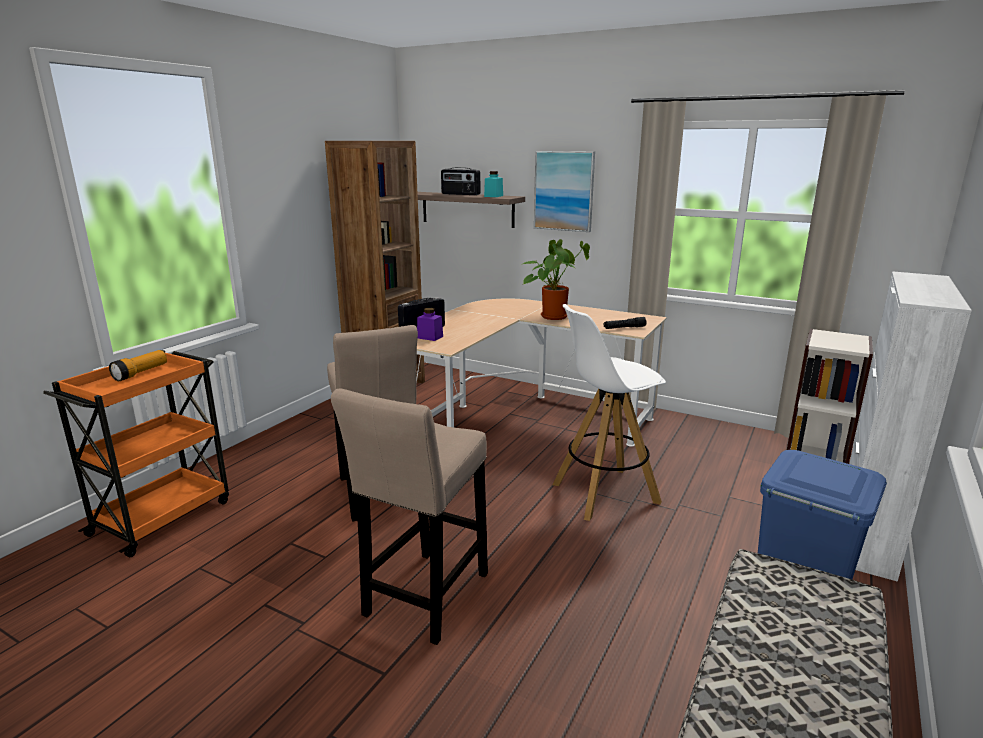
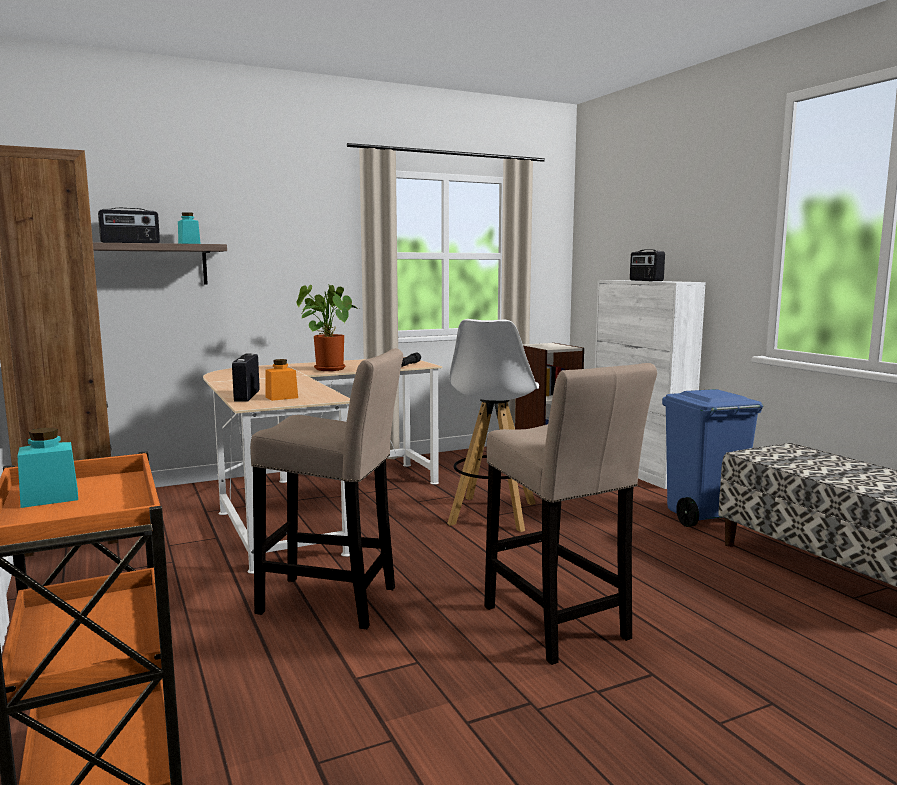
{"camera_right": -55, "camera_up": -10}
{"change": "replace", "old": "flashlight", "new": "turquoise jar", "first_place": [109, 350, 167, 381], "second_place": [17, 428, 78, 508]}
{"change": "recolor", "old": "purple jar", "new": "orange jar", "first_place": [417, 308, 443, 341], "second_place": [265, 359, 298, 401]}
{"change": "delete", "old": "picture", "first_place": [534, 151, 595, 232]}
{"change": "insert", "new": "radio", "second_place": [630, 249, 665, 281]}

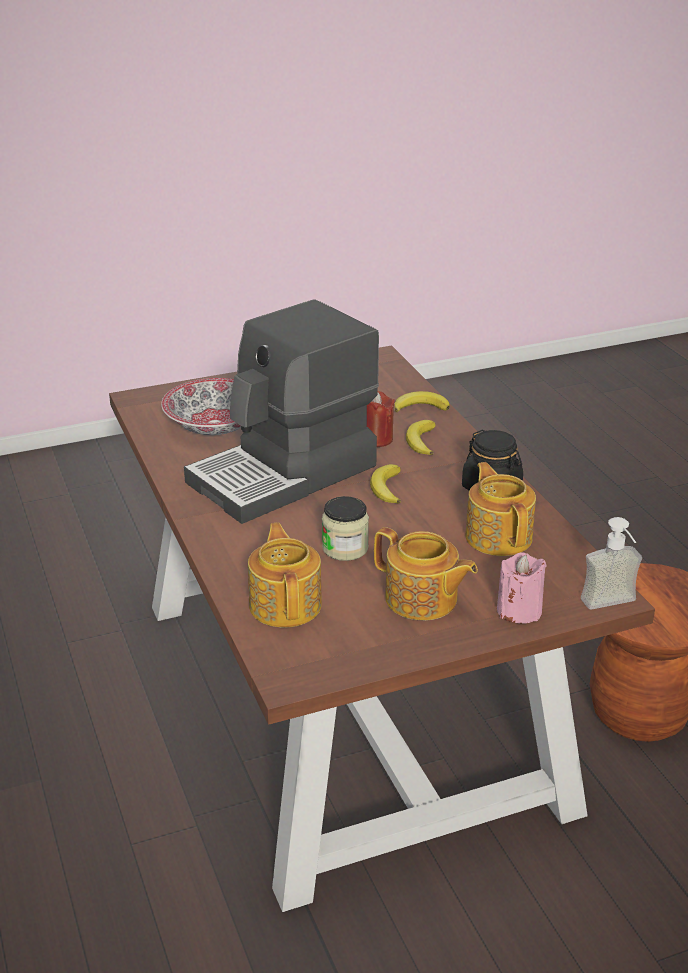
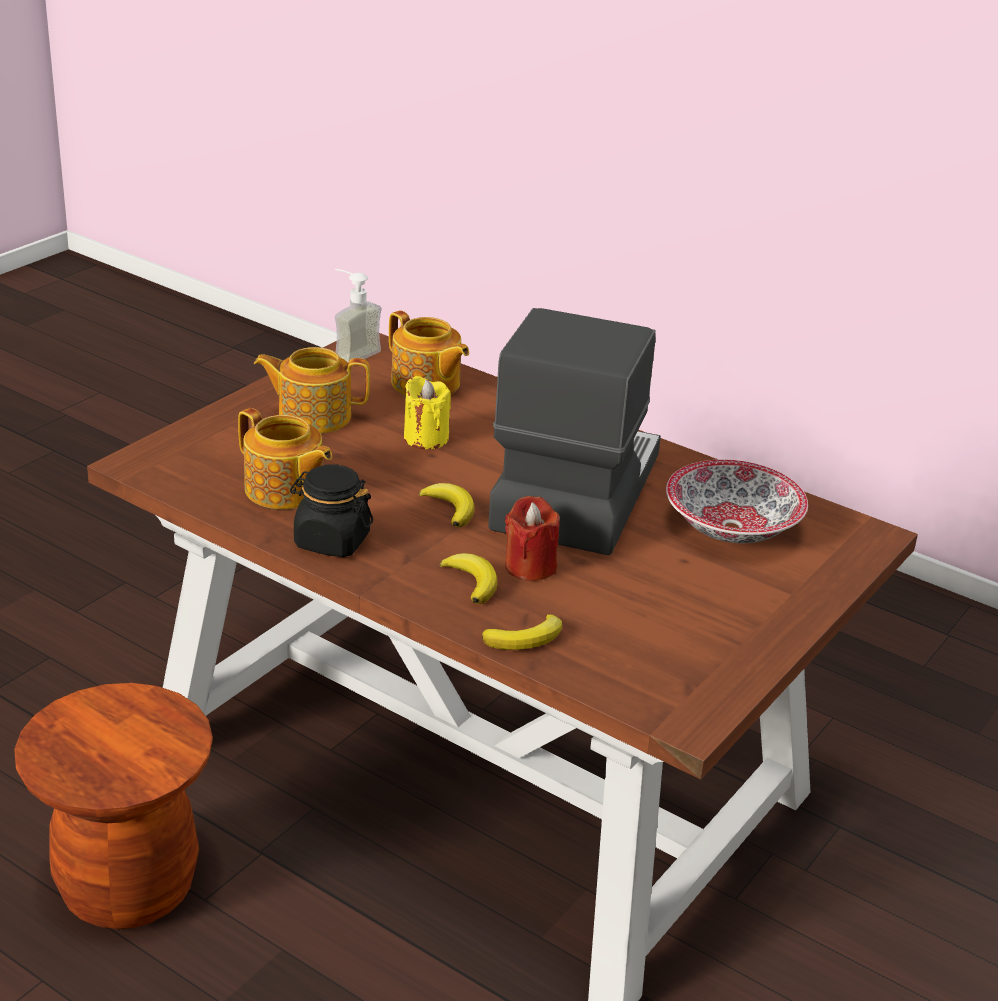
{"camera_right": 145, "camera_up": 0}
{"change": "replace", "old": "jar", "new": "yellow candle", "first_place": [322, 496, 369, 561], "second_place": [404, 376, 451, 449]}
{"change": "delete", "old": "pink candle", "first_place": [497, 552, 547, 624]}
{"change": "move", "old": "soap dispenser", "first_place": [581, 517, 642, 610], "second_place": [335, 269, 382, 362]}

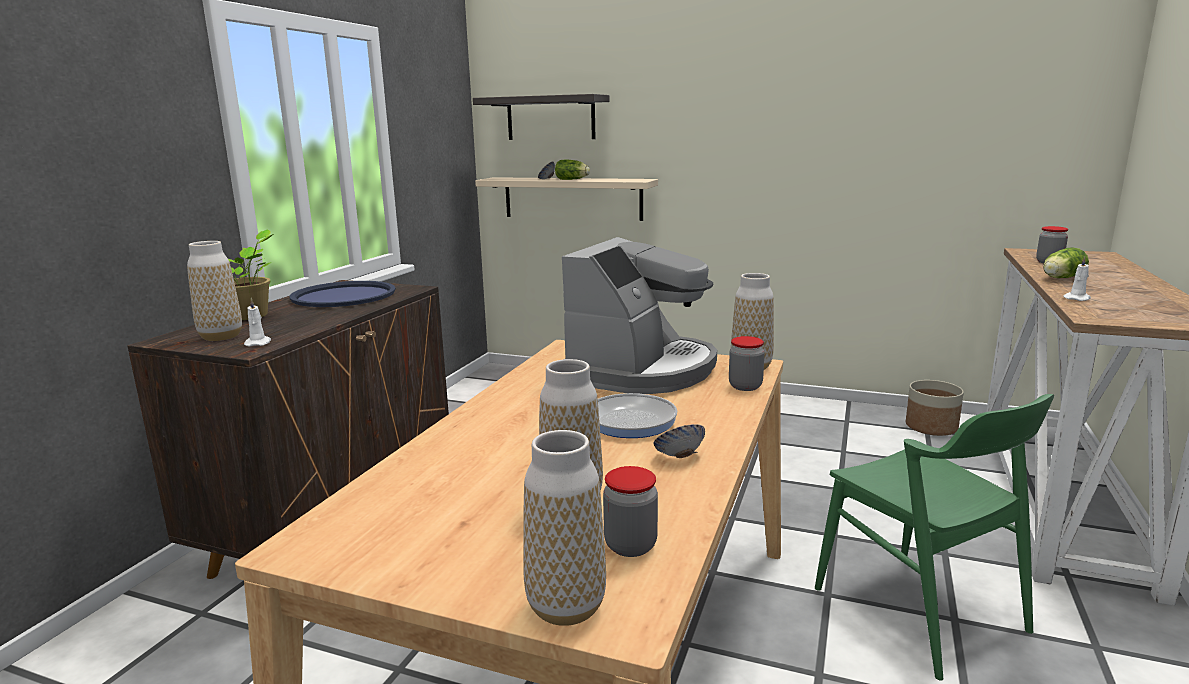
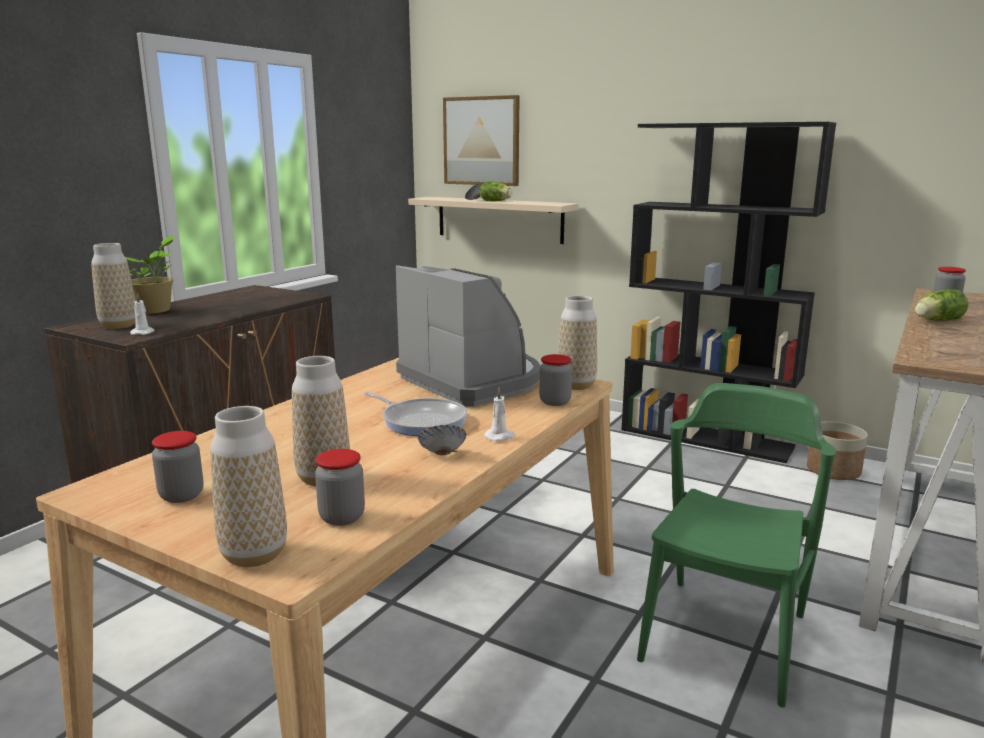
{"camera_right": 10, "camera_up": 0}
{"change": "delete", "old": "blue tray", "first_place": [290, 281, 396, 307]}
{"change": "replace", "old": "shelf", "new": "picture", "first_place": [473, 94, 610, 140], "second_place": [443, 95, 520, 186]}
{"change": "rotate", "old": "coffee machine", "first_place": [562, 237, 717, 394], "second_place": [396, 265, 541, 407], "degrees": -75}
{"change": "rotate", "old": "green chair", "first_place": [815, 394, 1054, 681], "second_place": [637, 383, 836, 708], "degrees": -135}
{"change": "move", "old": "white candle", "first_place": [1063, 256, 1091, 301], "second_place": [484, 388, 515, 441]}
{"change": "insert", "new": "jar", "second_place": [152, 431, 204, 503]}
{"change": "insert", "new": "black bookcase", "second_place": [621, 122, 836, 463]}

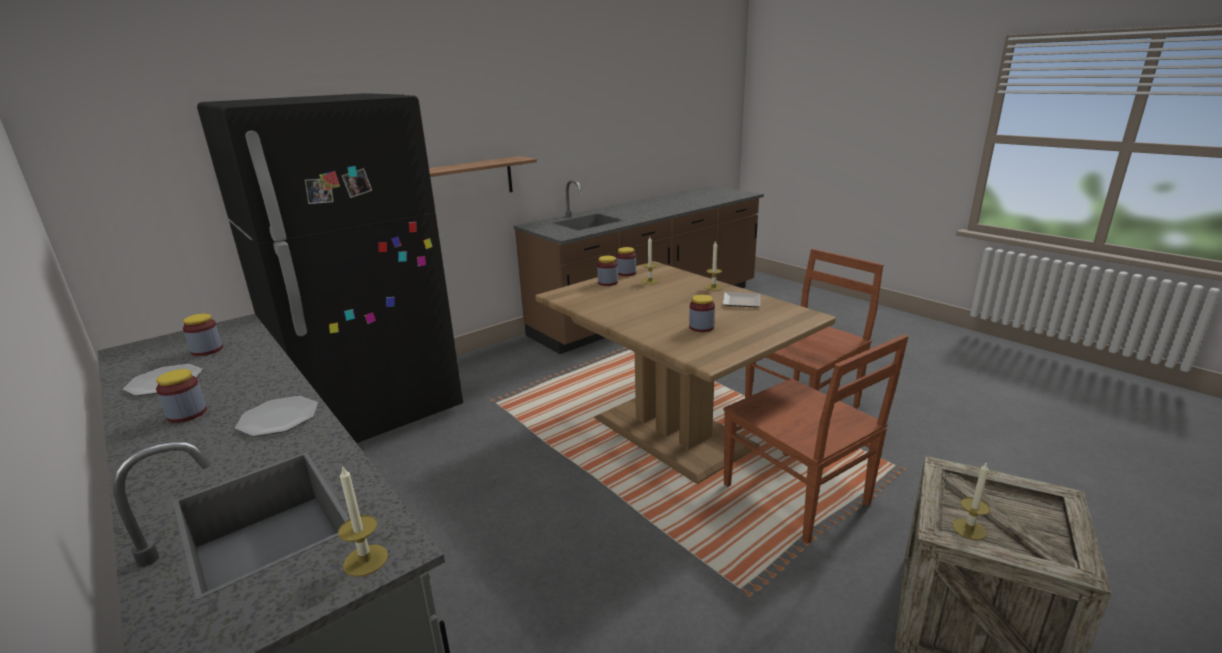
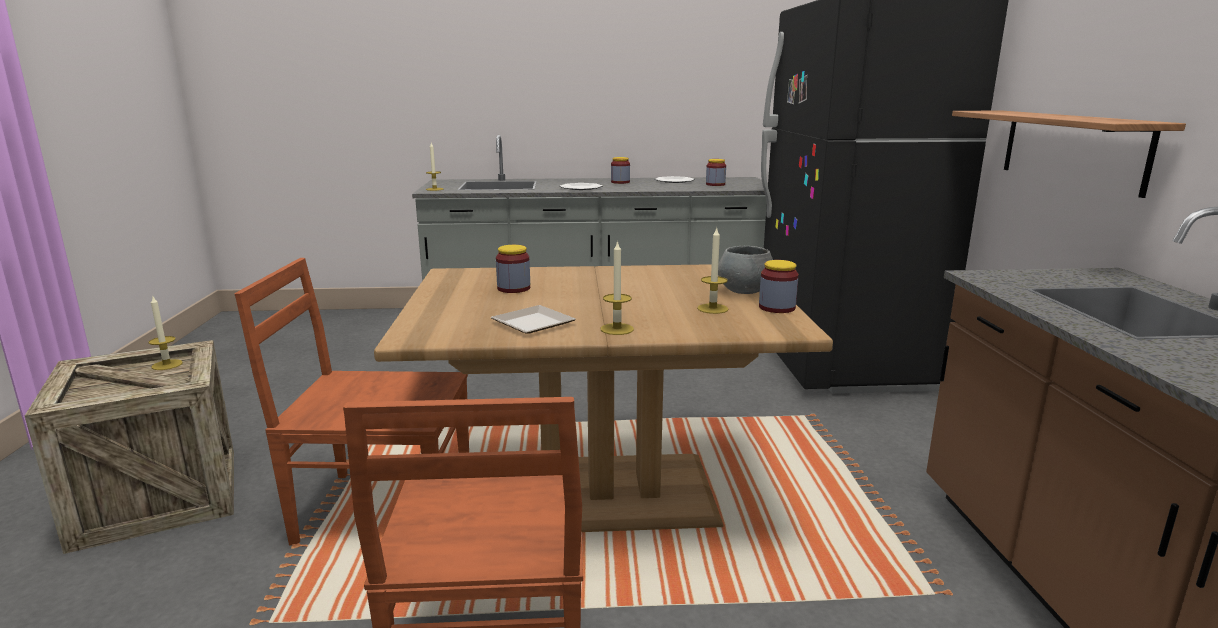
{"camera_right": 125, "camera_up": -5}
{"change": "replace", "old": "jar", "new": "grey bowl", "first_place": [597, 256, 618, 286], "second_place": [718, 246, 773, 294]}

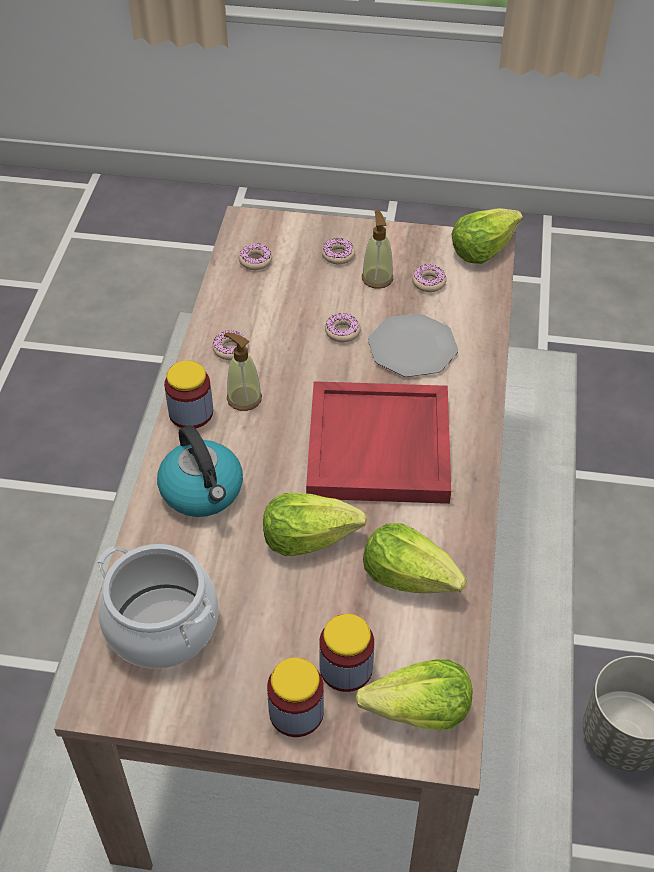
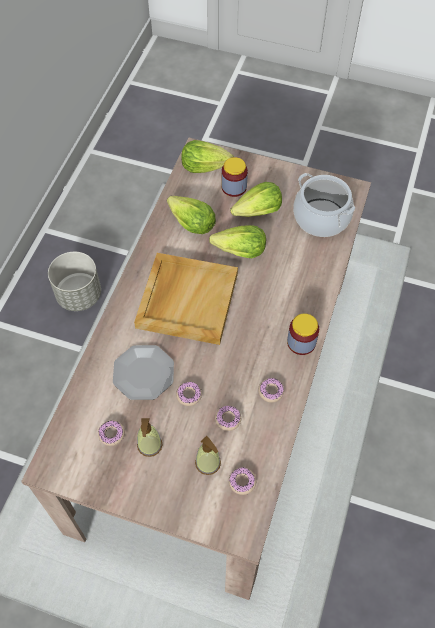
{"camera_right": -170, "camera_up": 10}
{"change": "delete", "old": "kettle", "first_place": [157, 425, 243, 517]}
{"change": "move", "old": "soap dispenser", "first_place": [224, 333, 262, 411], "second_place": [195, 436, 221, 475]}
{"change": "delete", "old": "jar", "first_place": [267, 657, 324, 737]}
{"change": "recolor", "old": "red tray", "new": "beige tray", "first_place": [306, 381, 451, 504], "second_place": [134, 253, 238, 345]}
{"change": "move", "old": "donut", "first_place": [322, 238, 355, 264], "second_place": [215, 406, 241, 431]}
{"change": "move", "old": "lettuce", "first_place": [451, 208, 523, 264], "second_place": [230, 182, 282, 217]}

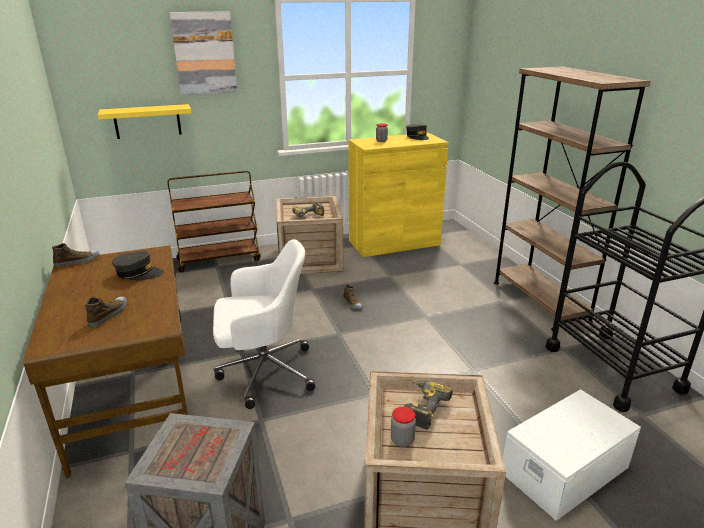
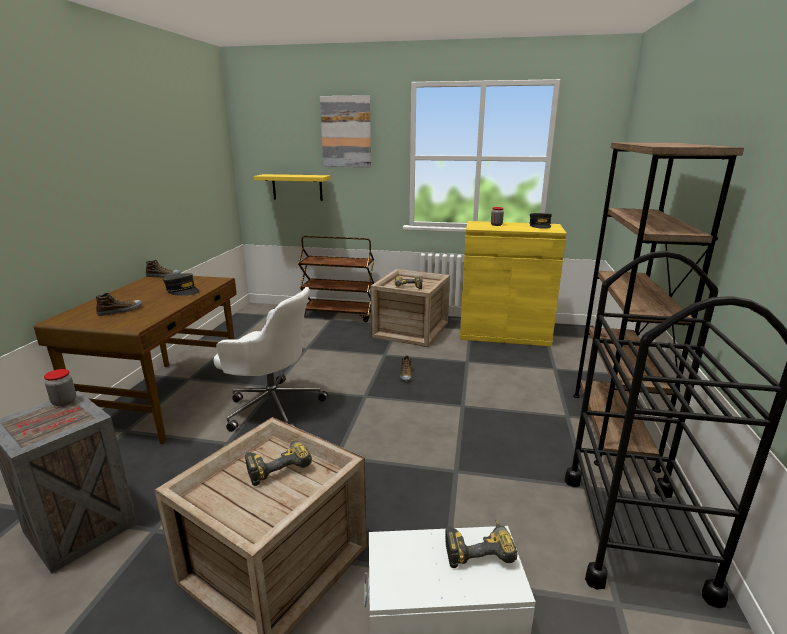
{"camera_right": 30, "camera_up": -5}
{"change": "move", "old": "jar", "first_place": [391, 407, 416, 447], "second_place": [44, 369, 76, 406]}
{"change": "insert", "new": "power drill", "second_place": [445, 519, 518, 568]}

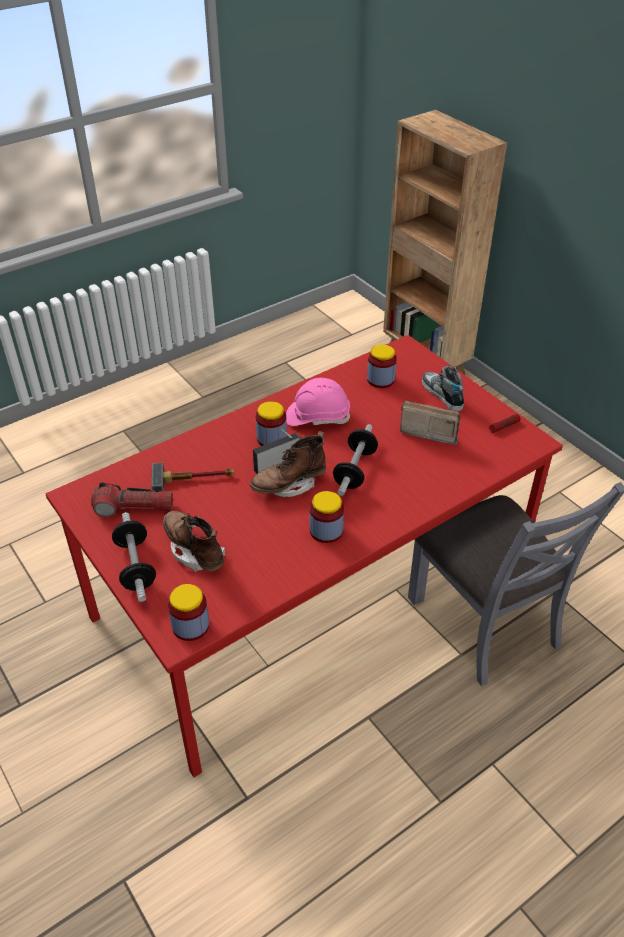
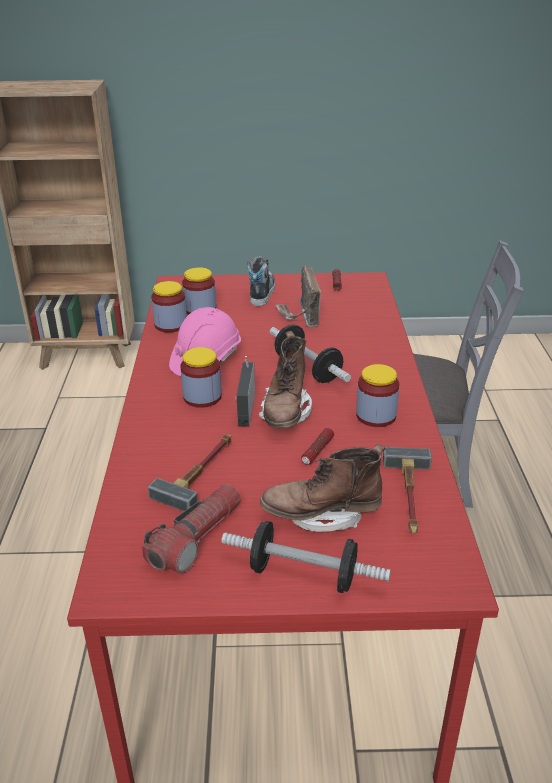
{"camera_right": -55, "camera_up": -10}
{"change": "move", "old": "jar", "first_place": [168, 584, 209, 641], "second_place": [151, 281, 187, 333]}
{"change": "rotate", "old": "radio", "first_place": [400, 401, 460, 445], "second_place": [276, 265, 321, 327], "degrees": -60}
{"change": "rotate", "old": "shoe", "first_place": [422, 366, 464, 412], "second_place": [247, 256, 275, 306], "degrees": 90}
{"change": "insert", "new": "flashlight", "second_place": [301, 428, 334, 465]}
{"change": "insert", "new": "hammer", "second_place": [383, 447, 432, 533]}

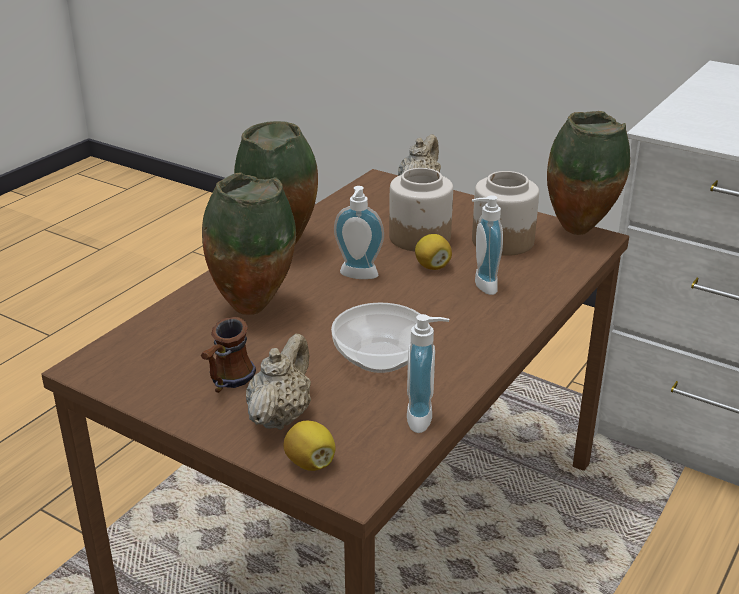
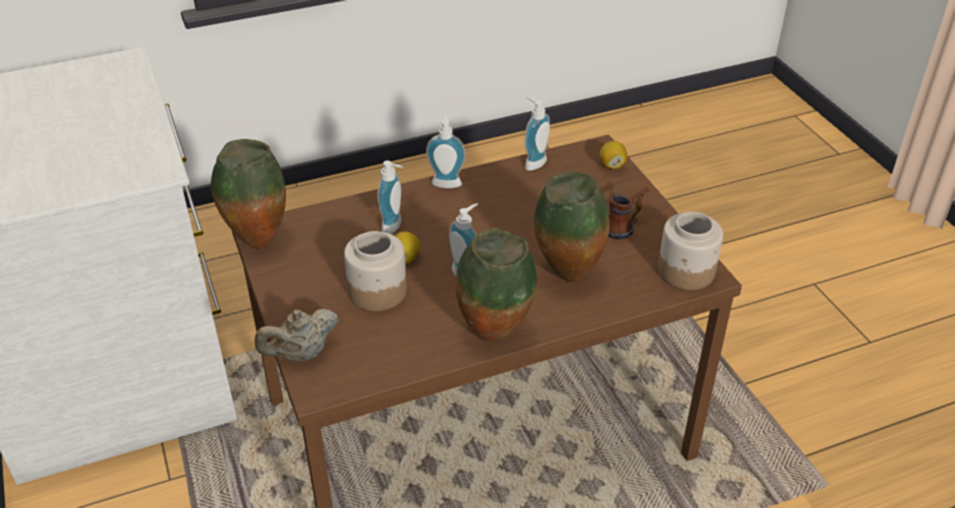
{"camera_right": -145, "camera_up": 10}
{"change": "delete", "old": "beige teapot", "first_place": [246, 333, 311, 430]}
{"change": "delete", "old": "bowl", "first_place": [331, 303, 429, 373]}
{"change": "move", "old": "jar", "first_place": [472, 171, 539, 256], "second_place": [658, 212, 723, 290]}
{"change": "insert", "new": "soap dispenser", "second_place": [426, 113, 466, 188]}

